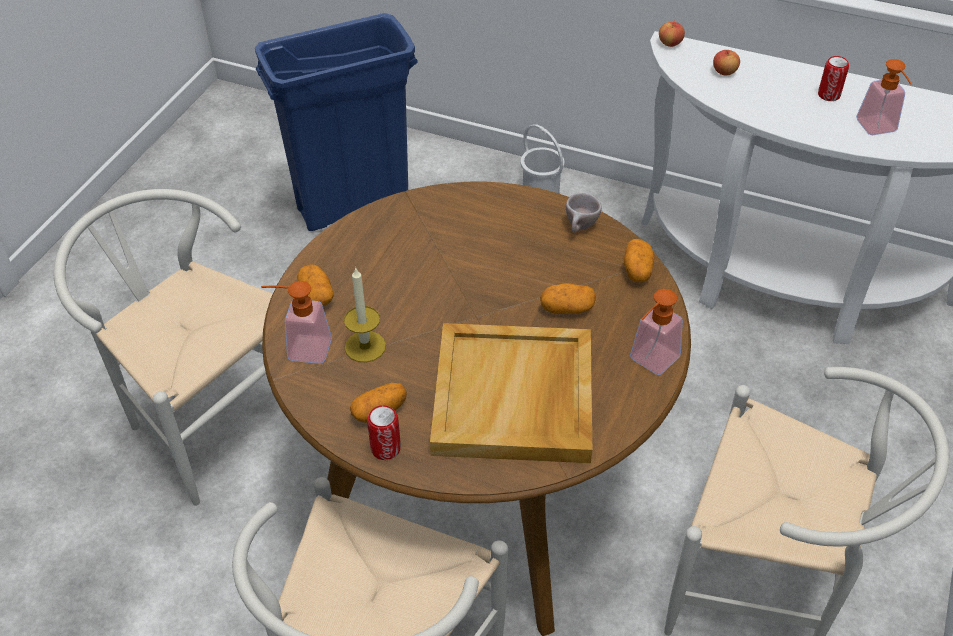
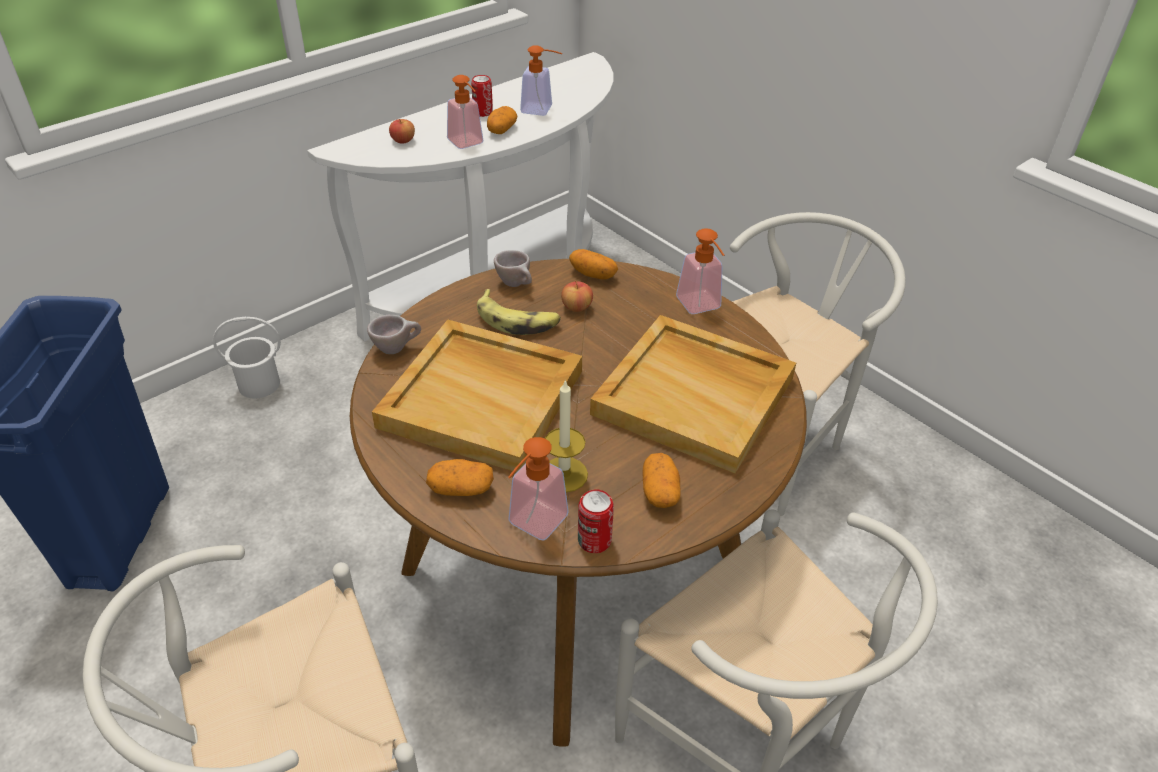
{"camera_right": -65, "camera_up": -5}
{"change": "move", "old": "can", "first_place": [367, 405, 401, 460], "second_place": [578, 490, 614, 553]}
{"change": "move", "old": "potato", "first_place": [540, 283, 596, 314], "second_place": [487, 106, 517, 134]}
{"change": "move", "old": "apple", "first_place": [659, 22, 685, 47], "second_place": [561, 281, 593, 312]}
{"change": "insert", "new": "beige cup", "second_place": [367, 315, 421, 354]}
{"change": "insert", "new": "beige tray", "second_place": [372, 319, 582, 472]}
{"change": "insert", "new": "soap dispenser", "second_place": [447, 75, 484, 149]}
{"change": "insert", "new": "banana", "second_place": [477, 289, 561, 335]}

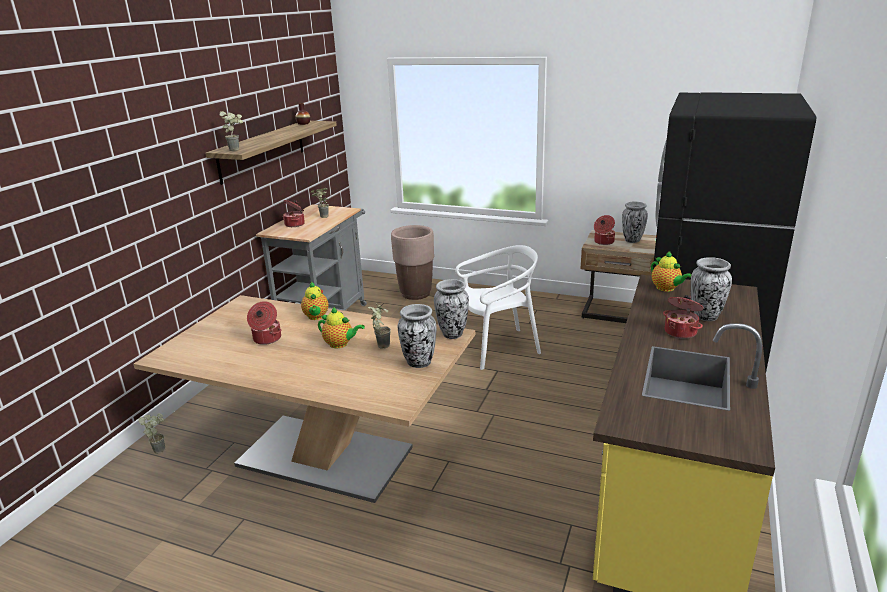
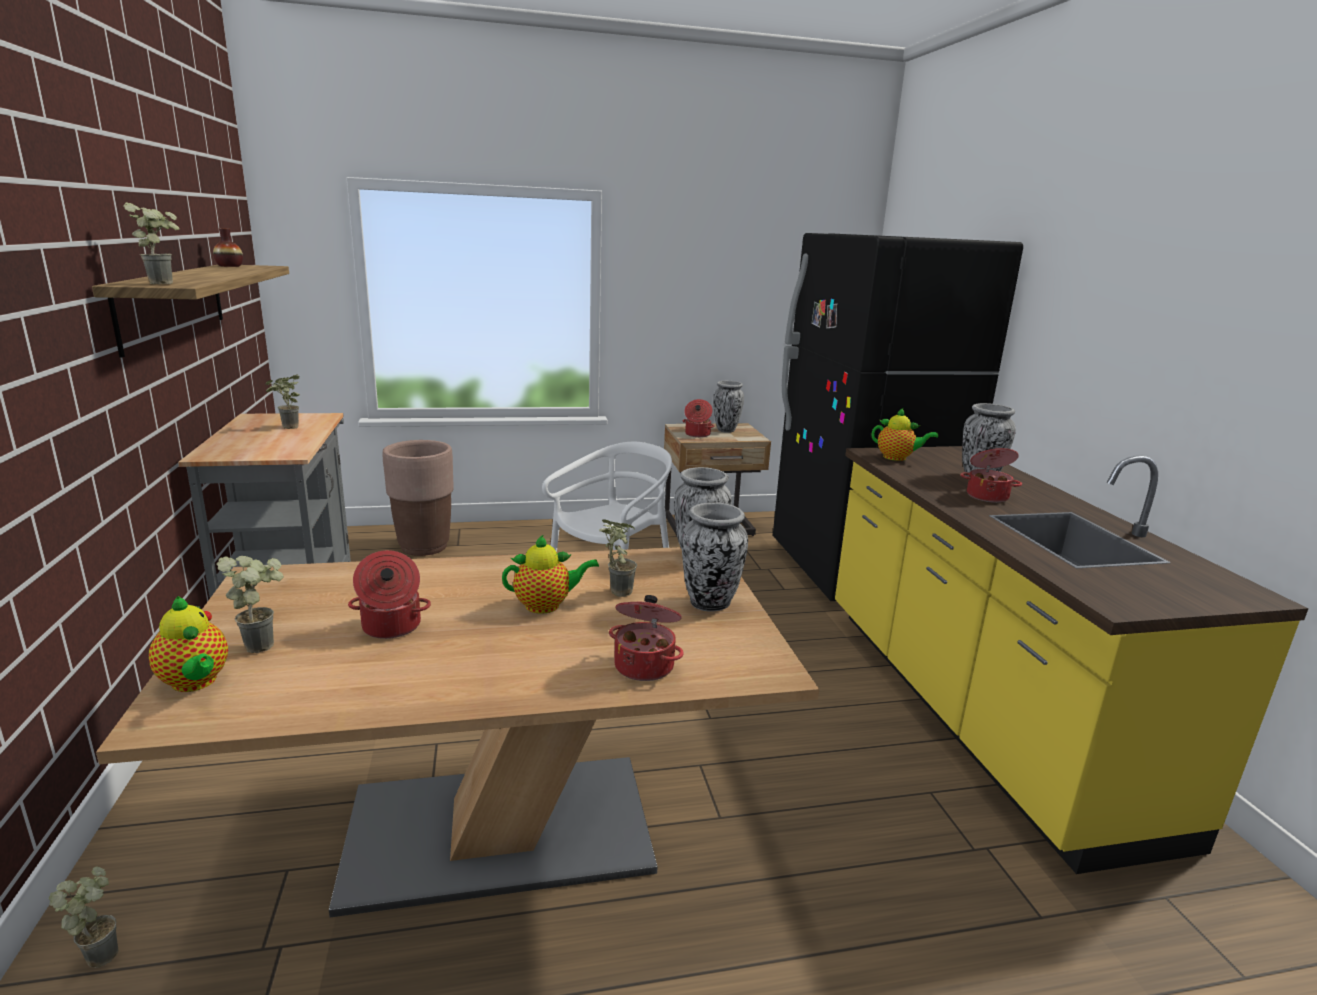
{"camera_right": -35, "camera_up": -5}
{"change": "move", "old": "cooking pot", "first_place": [283, 200, 305, 227], "second_place": [609, 595, 684, 681]}
{"change": "move", "old": "teapot", "first_place": [301, 282, 329, 320], "second_place": [149, 596, 228, 692]}
{"change": "insert", "new": "potted plant", "second_place": [216, 556, 284, 653]}

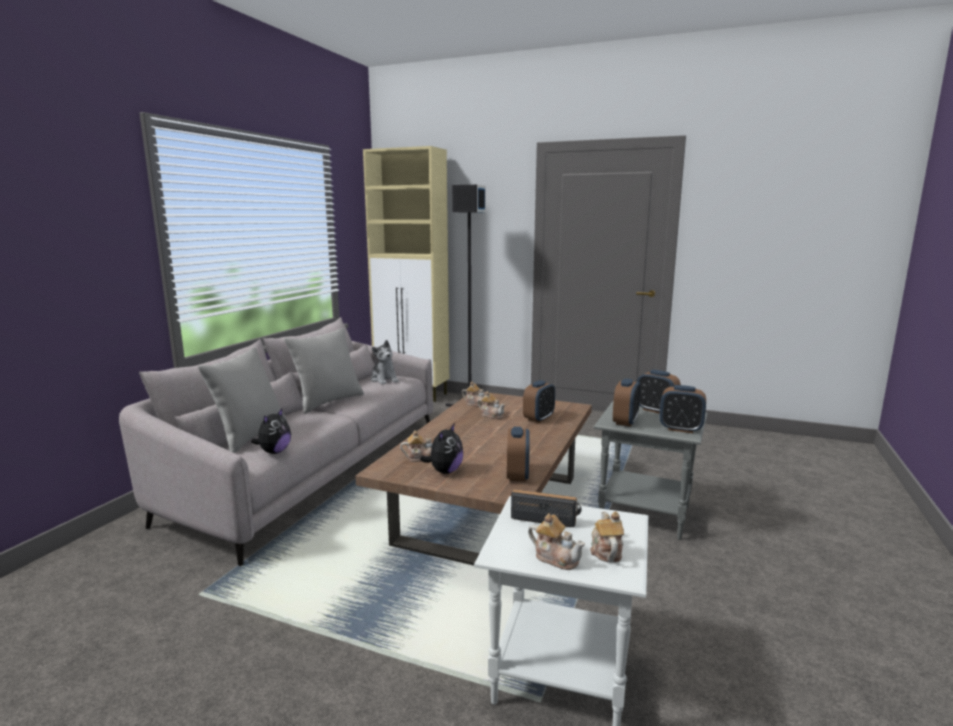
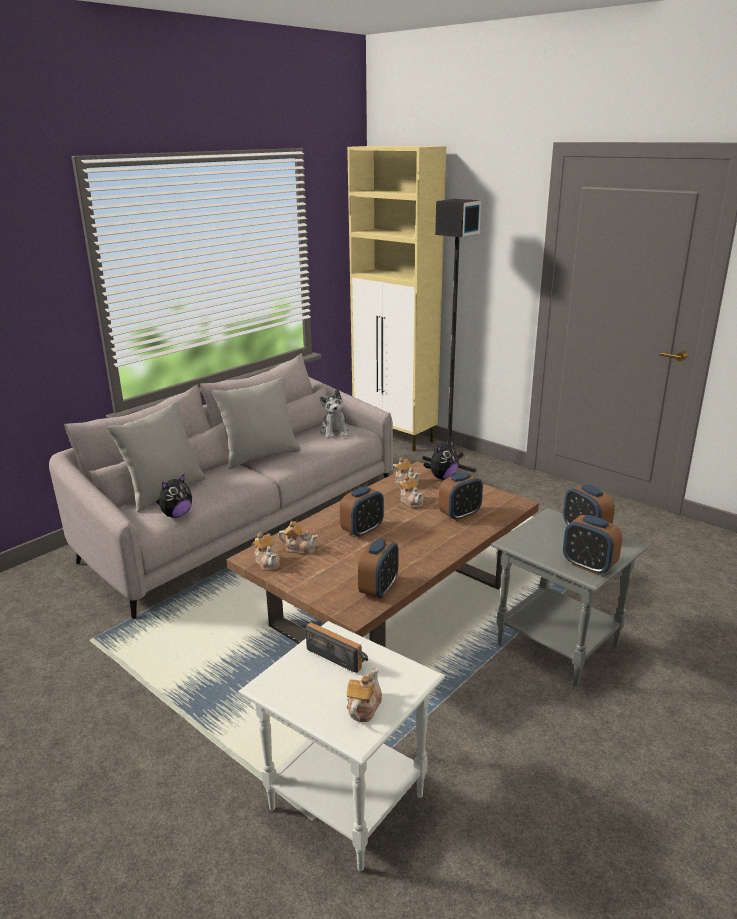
{"camera_right": 20, "camera_up": 10}
{"change": "move", "old": "plush toy", "first_place": [420, 423, 463, 474], "second_place": [423, 439, 459, 480]}
{"change": "move", "old": "teapot", "first_place": [528, 513, 585, 570], "second_place": [253, 532, 280, 571]}
{"change": "move", "old": "alarm clock", "first_place": [613, 378, 640, 427], "second_place": [340, 486, 384, 538]}

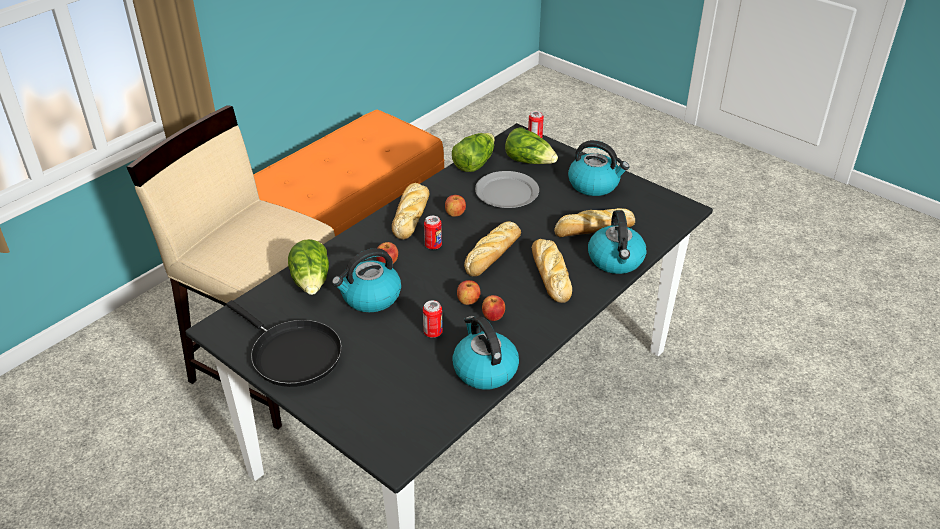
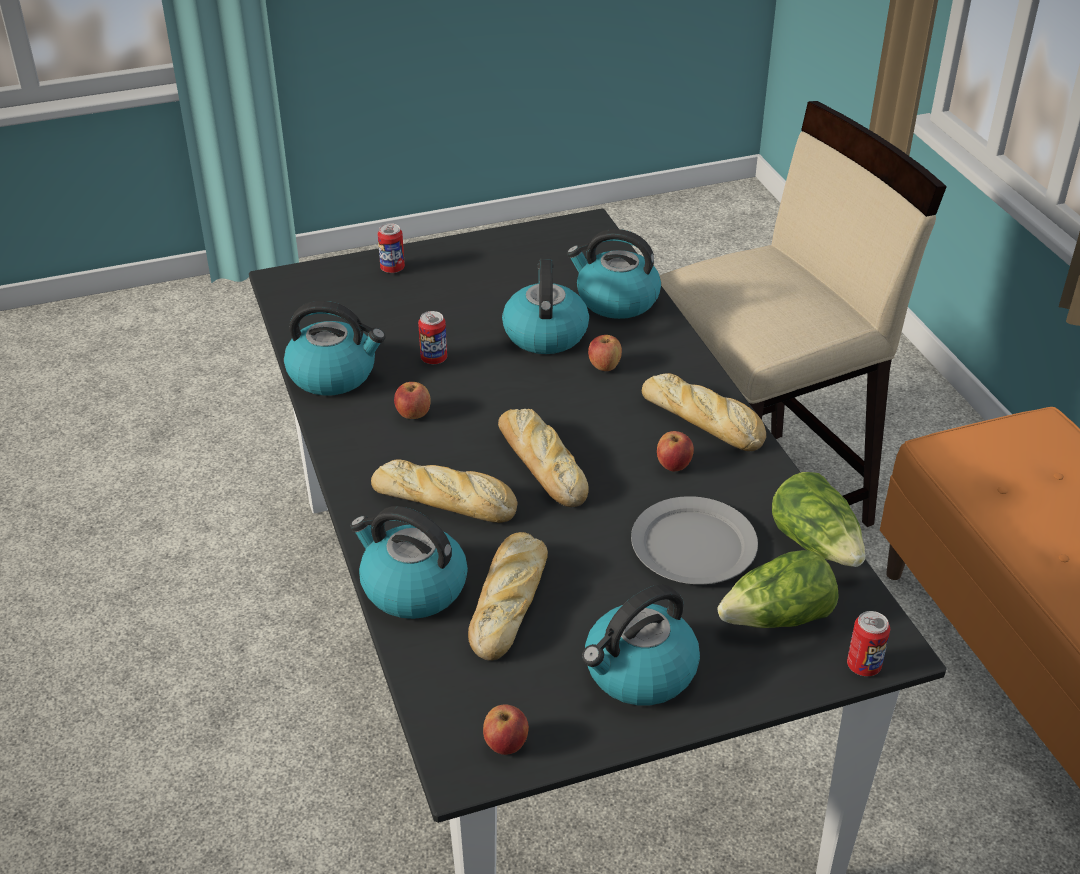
{"camera_right": 120, "camera_up": 0}
{"change": "delete", "old": "black frying pan", "first_place": [226, 300, 342, 387]}
{"change": "replace", "old": "lettuce", "new": "kettle", "first_place": [288, 239, 329, 295], "second_place": [567, 229, 661, 319]}
{"change": "move", "old": "can", "first_place": [424, 216, 442, 249], "second_place": [378, 223, 405, 273]}
{"change": "move", "old": "apple", "first_place": [457, 280, 481, 305], "second_place": [483, 704, 529, 755]}

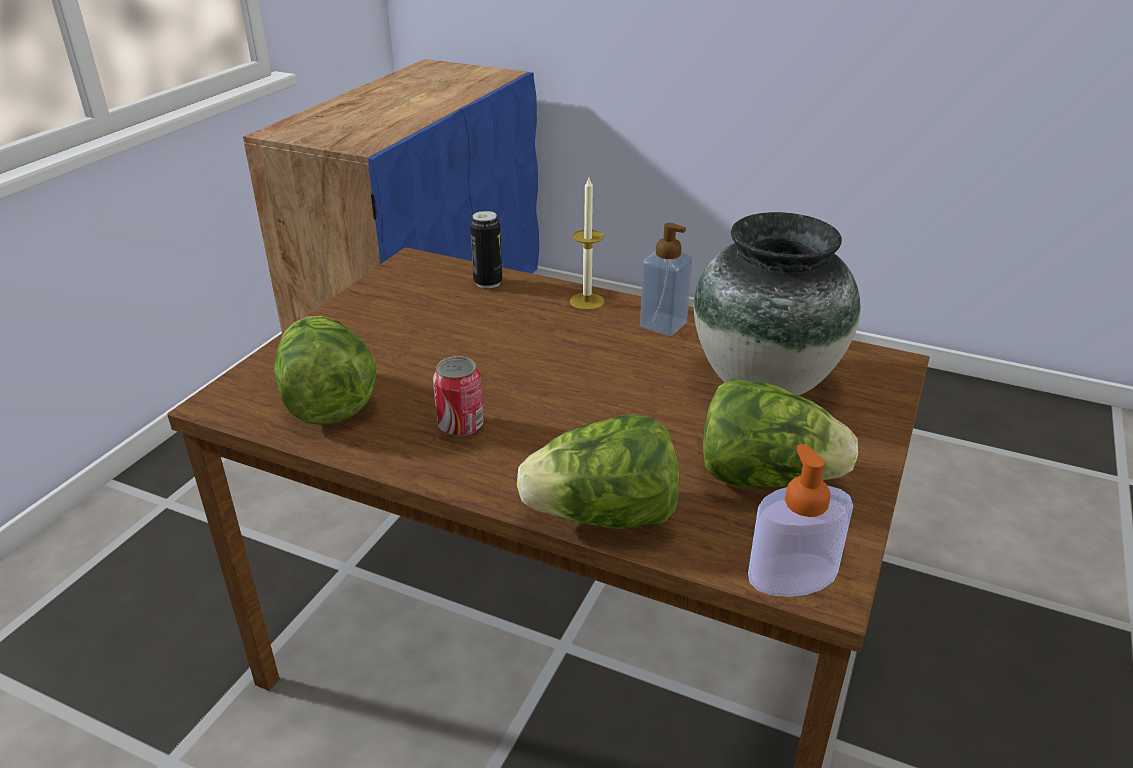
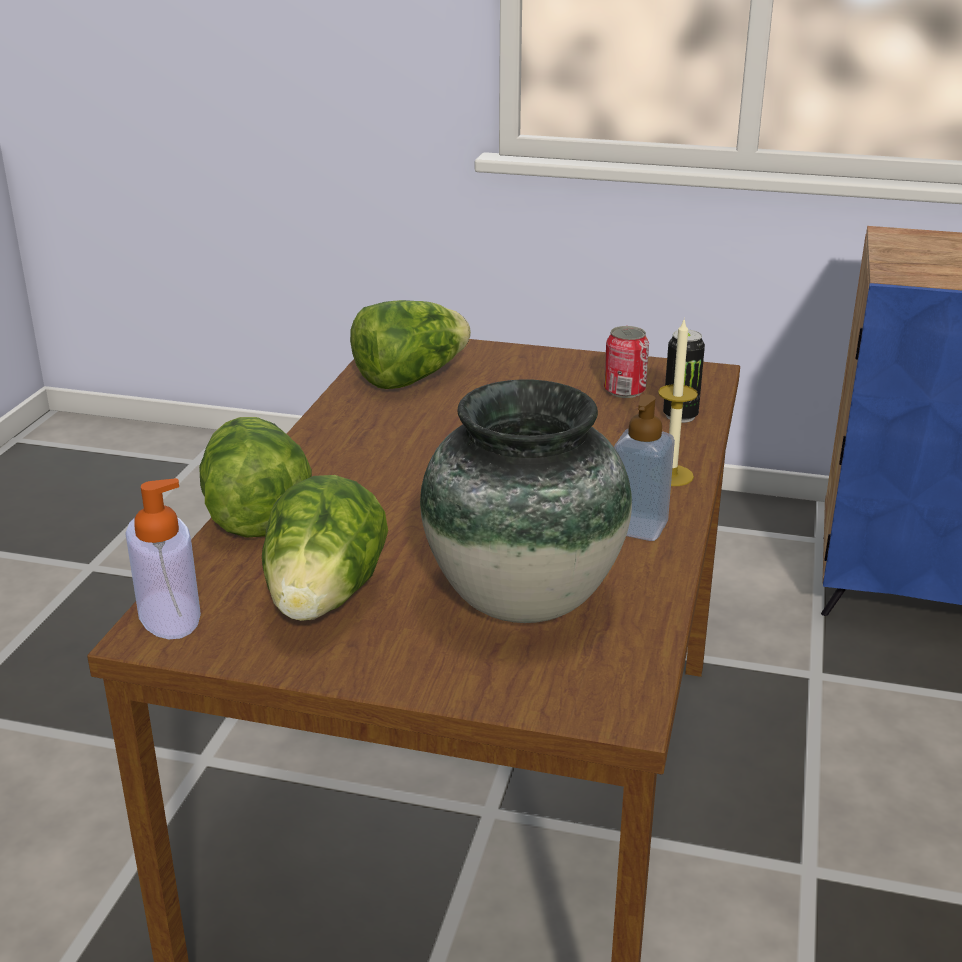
{"camera_right": 80, "camera_up": -5}
{"change": "move", "old": "can", "first_place": [433, 356, 484, 437], "second_place": [604, 326, 649, 398]}

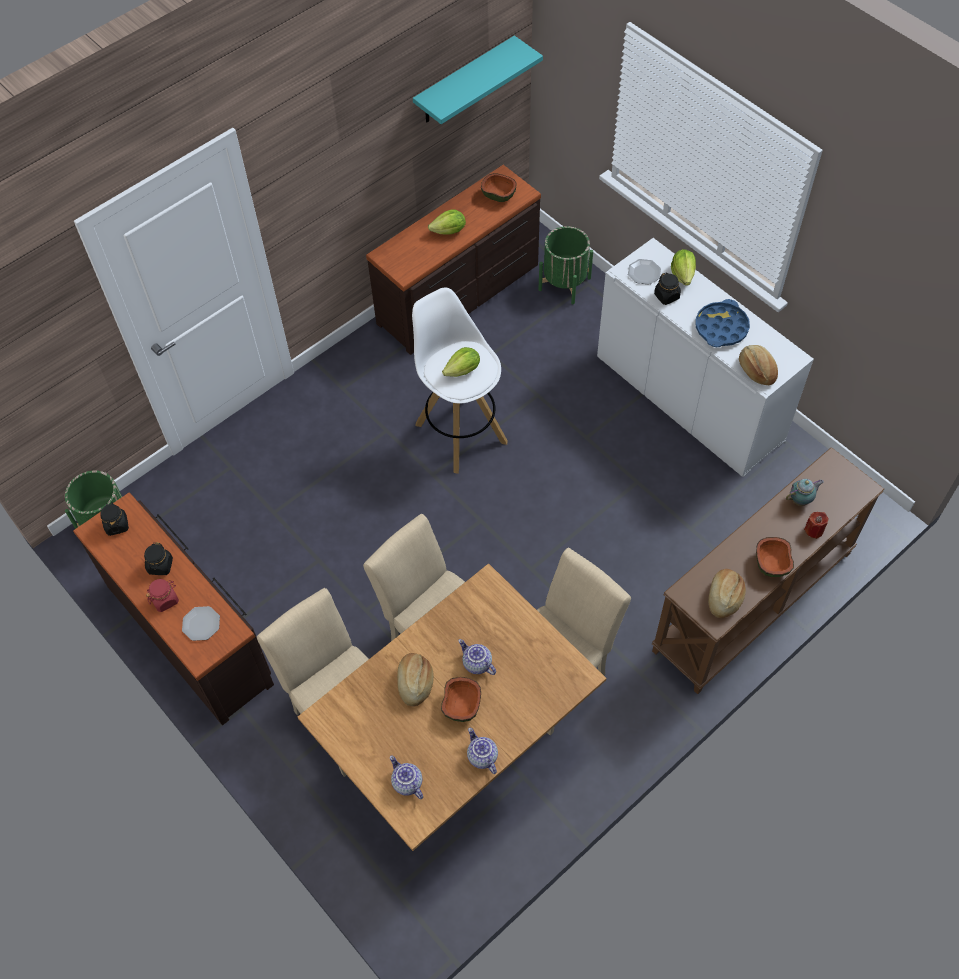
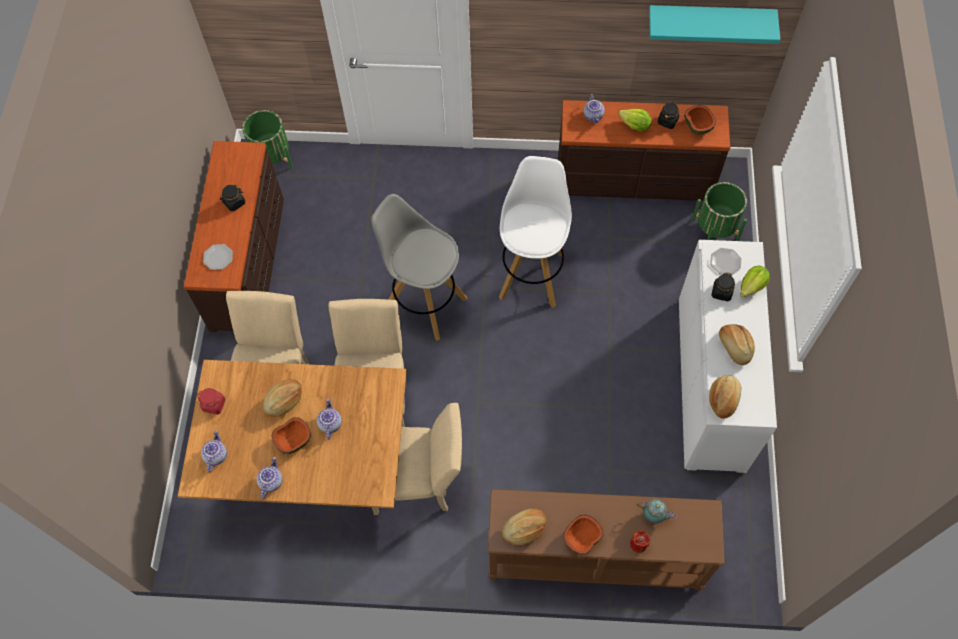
{"camera_right": 45, "camera_up": 5}
{"change": "move", "old": "black jar", "first_place": [100, 502, 129, 536], "second_place": [658, 102, 679, 129]}
{"change": "move", "old": "red jar", "first_place": [146, 579, 179, 612], "second_place": [197, 388, 226, 415]}
{"change": "delete", "old": "lettuce", "first_place": [442, 347, 480, 377]}
{"change": "replace", "old": "blue tray", "new": "bread", "first_place": [695, 299, 750, 347], "second_place": [719, 324, 755, 365]}
{"change": "insert", "new": "grey stool", "second_place": [371, 194, 468, 341]}
{"change": "insert", "new": "teapot", "second_place": [583, 94, 605, 123]}

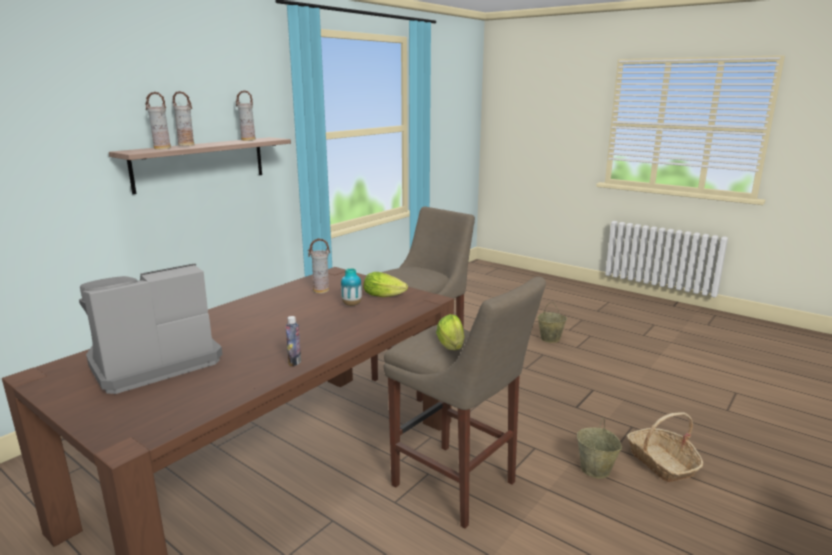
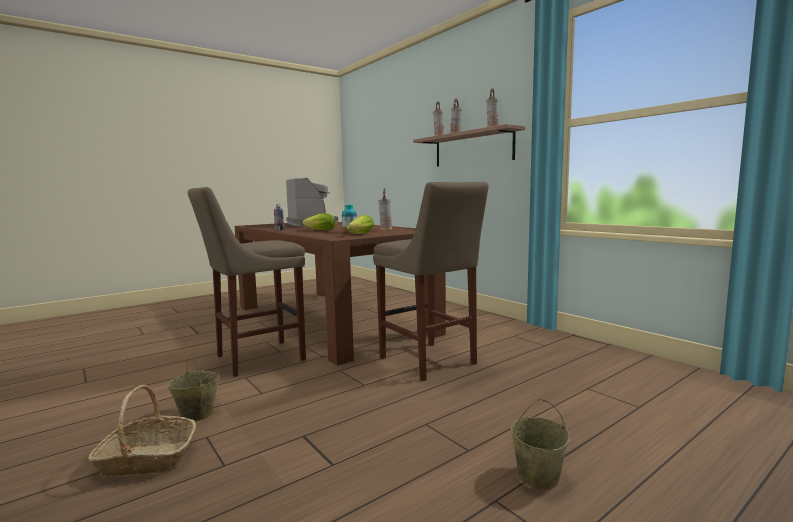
{"camera_right": 105, "camera_up": -10}
{"change": "move", "old": "lettuce", "first_place": [436, 314, 465, 350], "second_place": [303, 213, 335, 230]}

